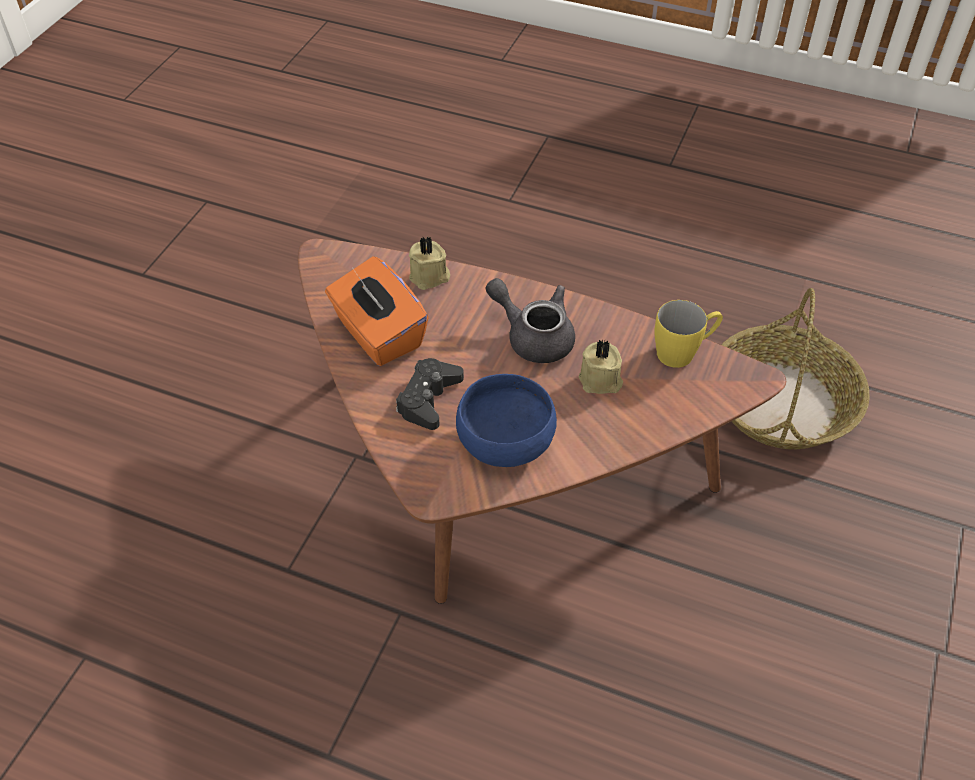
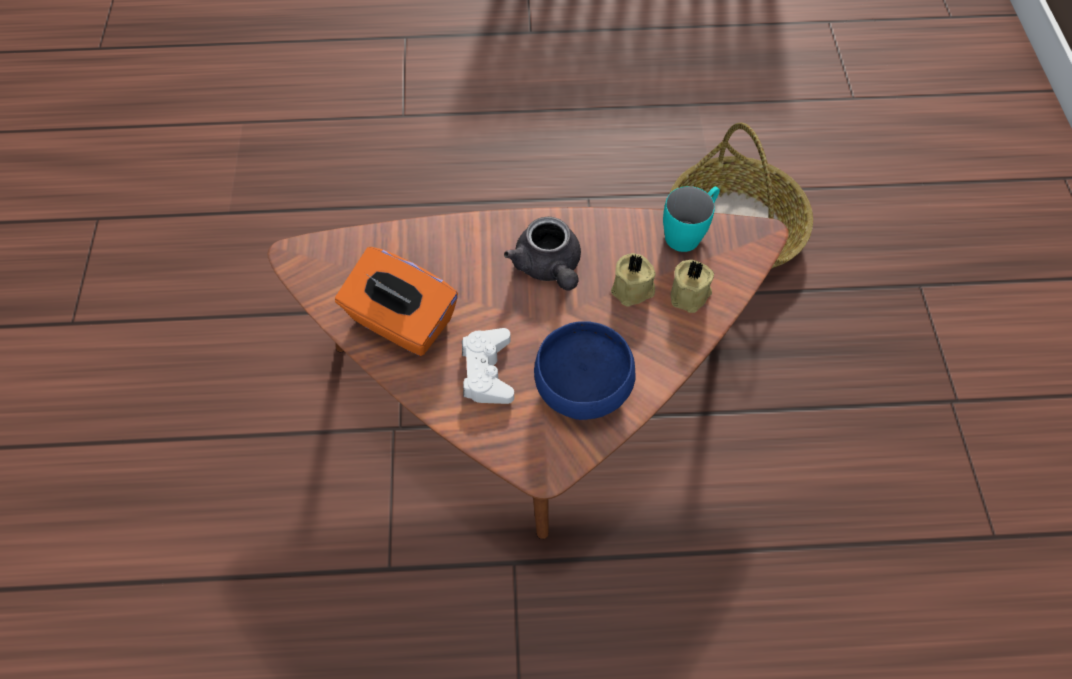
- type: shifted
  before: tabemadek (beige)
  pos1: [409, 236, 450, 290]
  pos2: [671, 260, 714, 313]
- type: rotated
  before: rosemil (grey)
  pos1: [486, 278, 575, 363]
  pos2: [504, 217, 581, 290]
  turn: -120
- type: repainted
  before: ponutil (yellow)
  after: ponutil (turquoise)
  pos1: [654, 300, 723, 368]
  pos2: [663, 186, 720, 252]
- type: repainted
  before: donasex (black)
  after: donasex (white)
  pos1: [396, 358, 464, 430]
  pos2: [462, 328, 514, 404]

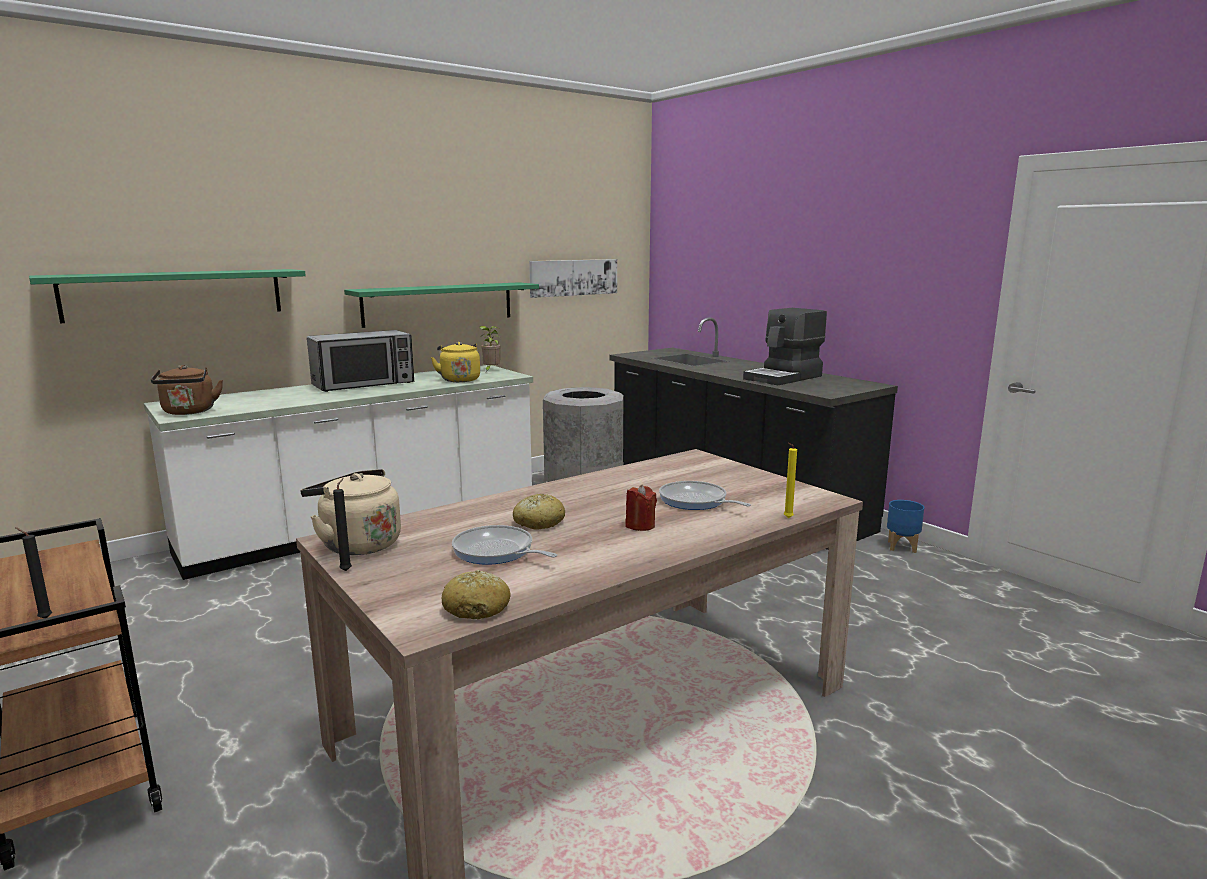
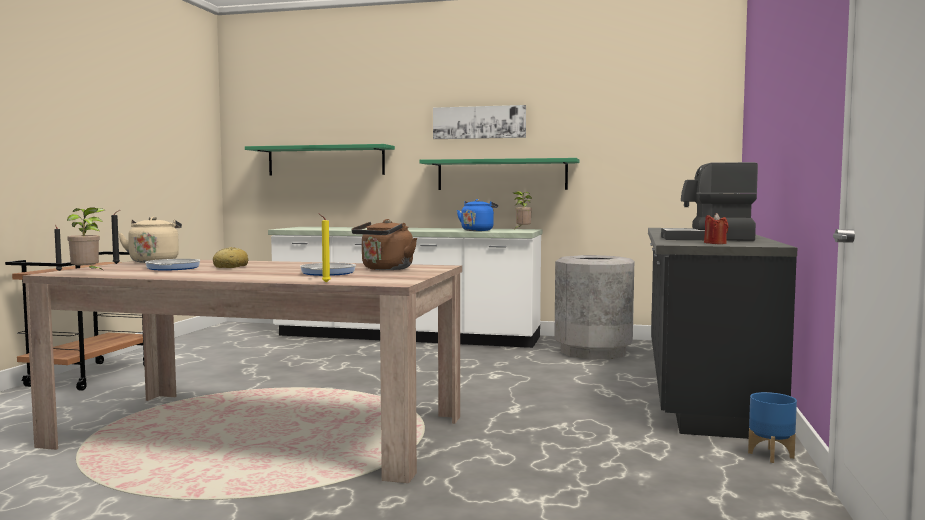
- type: shifted
  before: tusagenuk
  pos1: [529, 259, 617, 298]
  pos2: [433, 105, 526, 139]
- type: gone
  before: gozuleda
  pos1: [307, 330, 414, 392]
- type: repainted
  before: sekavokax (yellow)
  after: sekavokax (blue)
  pos1: [431, 342, 480, 382]
  pos2: [457, 199, 498, 231]
- type: shifted
  before: sekavokax (brown)
  pos1: [151, 365, 223, 415]
  pos2: [351, 219, 417, 270]
- type: shifted
  before: tabemadek (red)
  pos1: [625, 485, 657, 531]
  pos2: [704, 213, 728, 244]
- type: swapped
  before: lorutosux
  after: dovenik
  pos1: [441, 570, 510, 619]
  pos2: [67, 207, 106, 273]

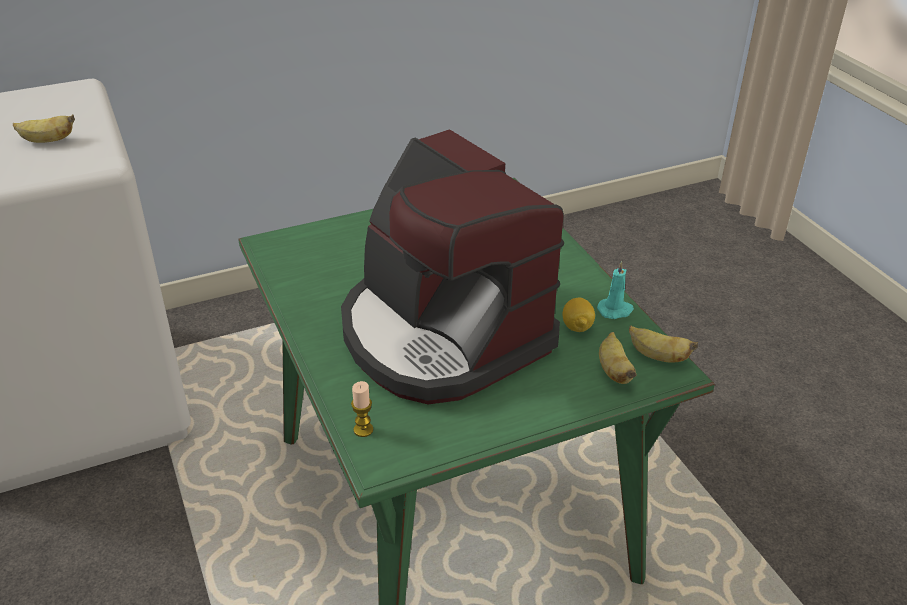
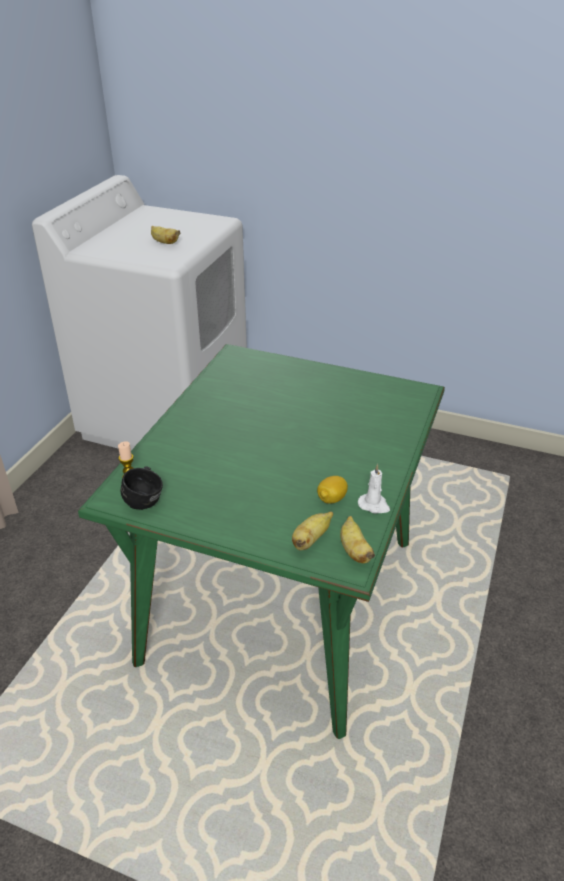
- type: gone
  before: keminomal
  pos1: [341, 129, 564, 404]
- type: repainted
  before: tabemadek (turquoise)
  after: tabemadek (white)
  pos1: [597, 261, 634, 319]
  pos2: [358, 464, 390, 514]
- type: new
  after: ponutil (black)
  pos2: [121, 466, 163, 510]

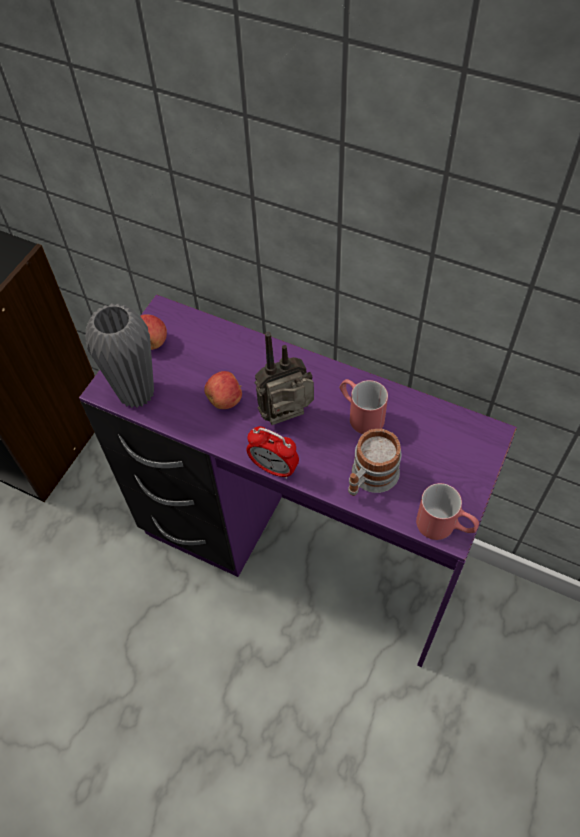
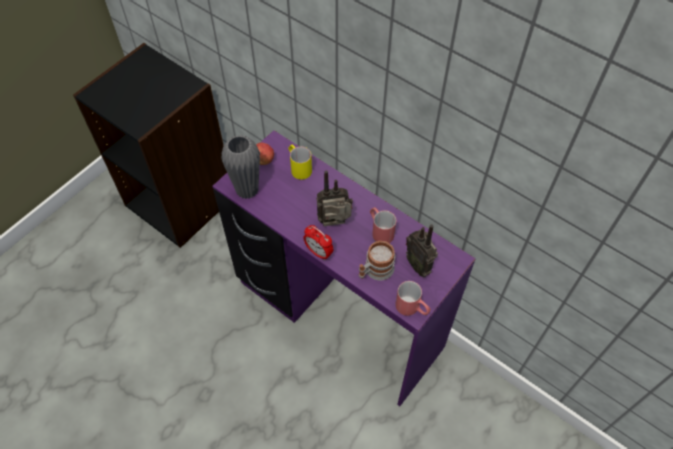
- type: gone
  before: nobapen
  pos1: [204, 371, 242, 409]
- type: new
  after: ponutil (yellow)
  pos2: [288, 144, 312, 180]
- type: new
  after: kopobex
  pos2: [406, 224, 438, 277]

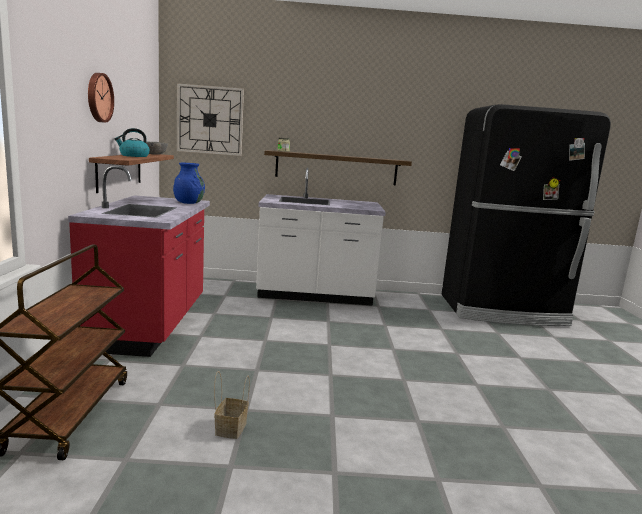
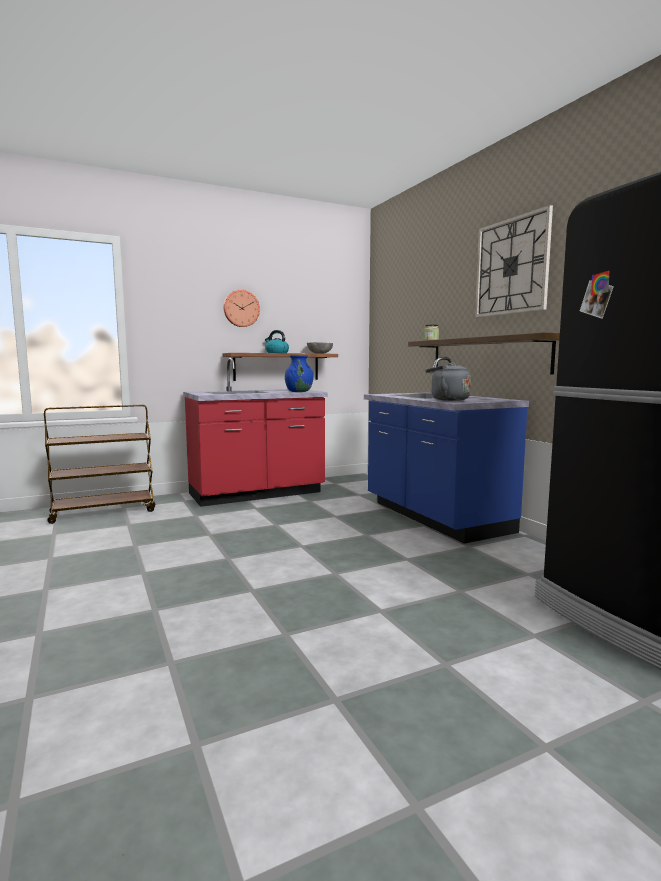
- type: shifted
  before: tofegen
  pos1: [177, 83, 244, 156]
  pos2: [475, 205, 553, 317]
- type: repainted
  before: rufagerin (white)
  after: rufagerin (blue)
  pos1: [256, 168, 386, 306]
  pos2: [364, 357, 529, 544]
- type: gone
  before: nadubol
  pos1: [214, 371, 250, 439]
- type: new
  after: sekavokax (grey)
  pos2: [426, 362, 471, 401]

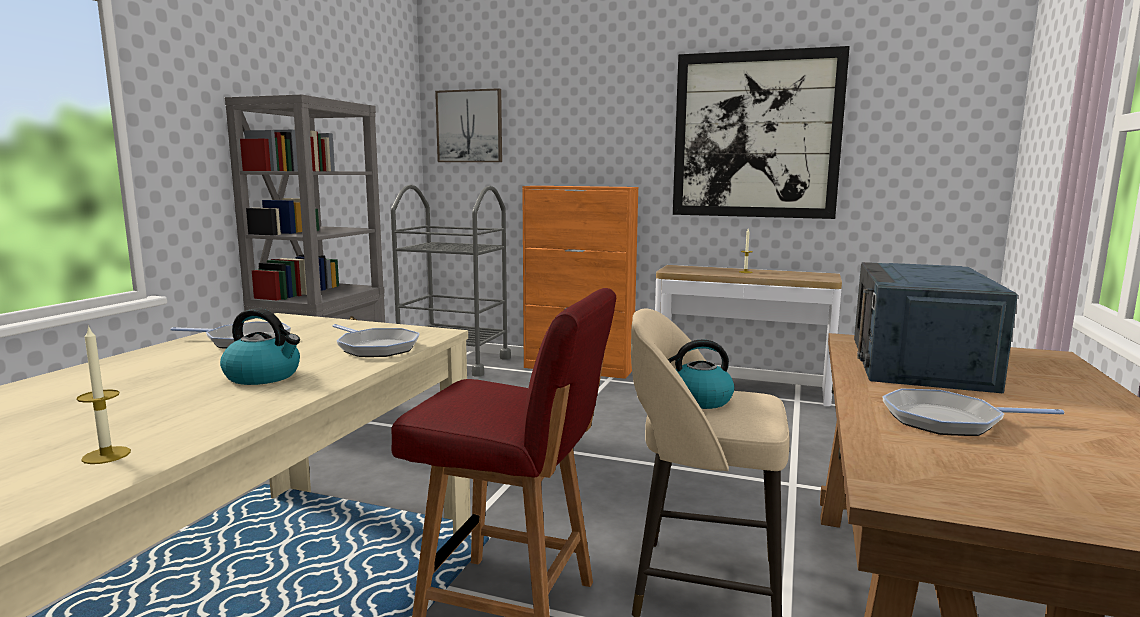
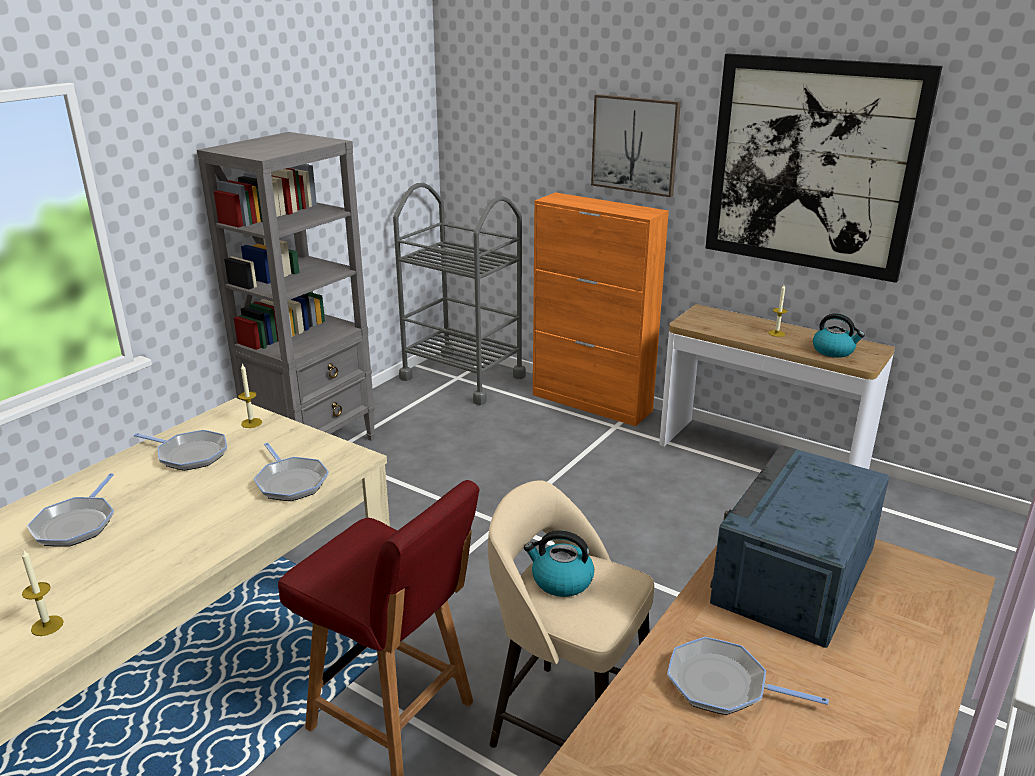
- type: shifted
  before: tusagenuk
  pos1: [435, 88, 502, 162]
  pos2: [591, 94, 681, 197]
- type: shifted
  before: sekavokax
  pos1: [220, 308, 300, 385]
  pos2: [813, 313, 865, 358]
- type: new
  after: tabemadek
  pos2: [238, 363, 262, 428]
- type: new
  after: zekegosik
  pos2: [27, 473, 114, 547]

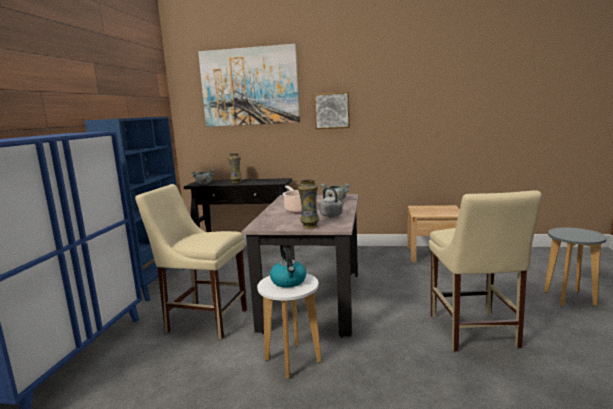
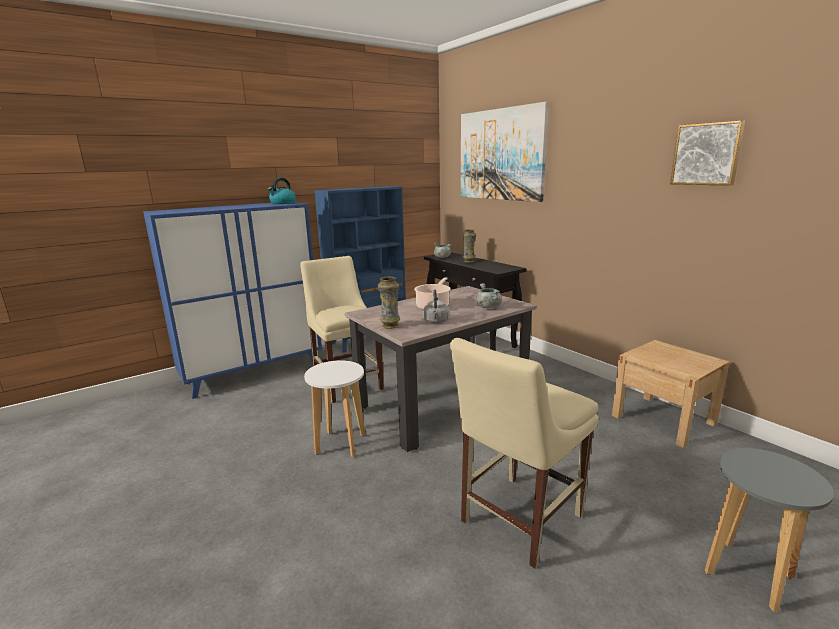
- type: shifted
  before: tusagenuk
  pos1: [314, 92, 350, 129]
  pos2: [670, 120, 745, 186]
- type: shifted
  before: sekavokax
  pos1: [270, 248, 306, 288]
  pos2: [268, 178, 296, 204]

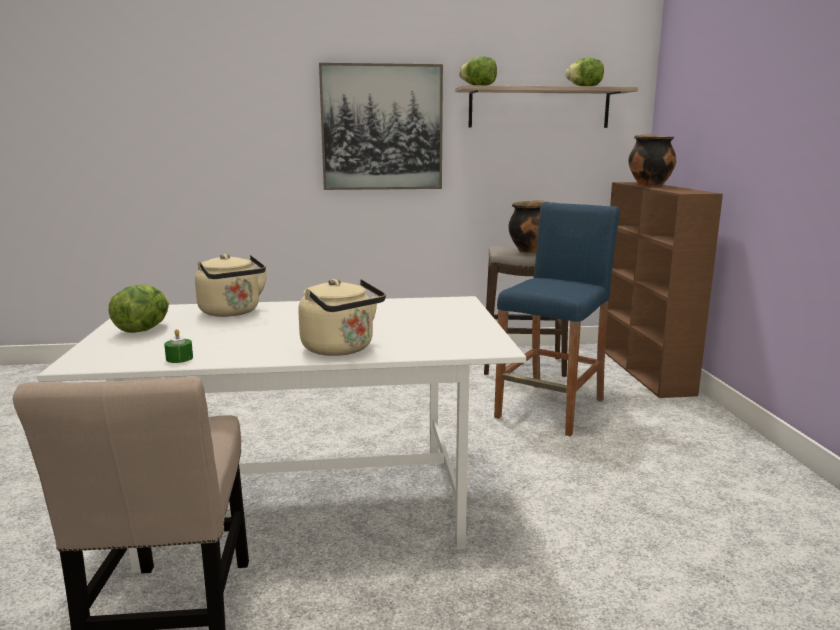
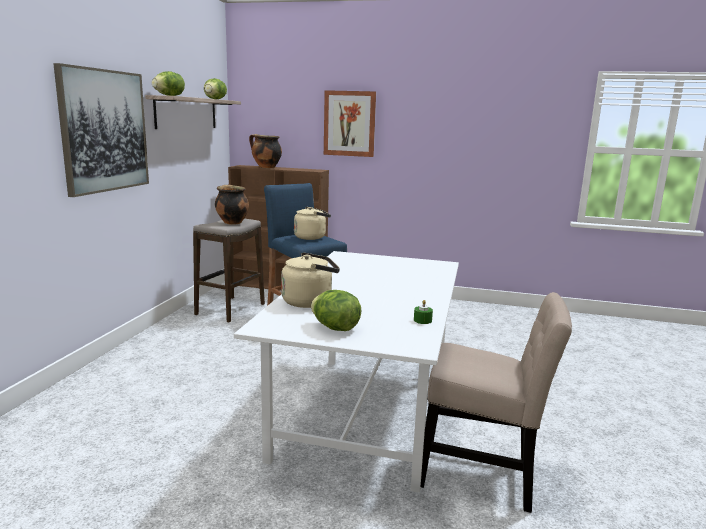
- type: shifted
  before: sekavokax (beige)
  pos1: [298, 279, 386, 356]
  pos2: [294, 207, 331, 240]
- type: new
  after: tusagenuk
  pos2: [324, 90, 376, 157]

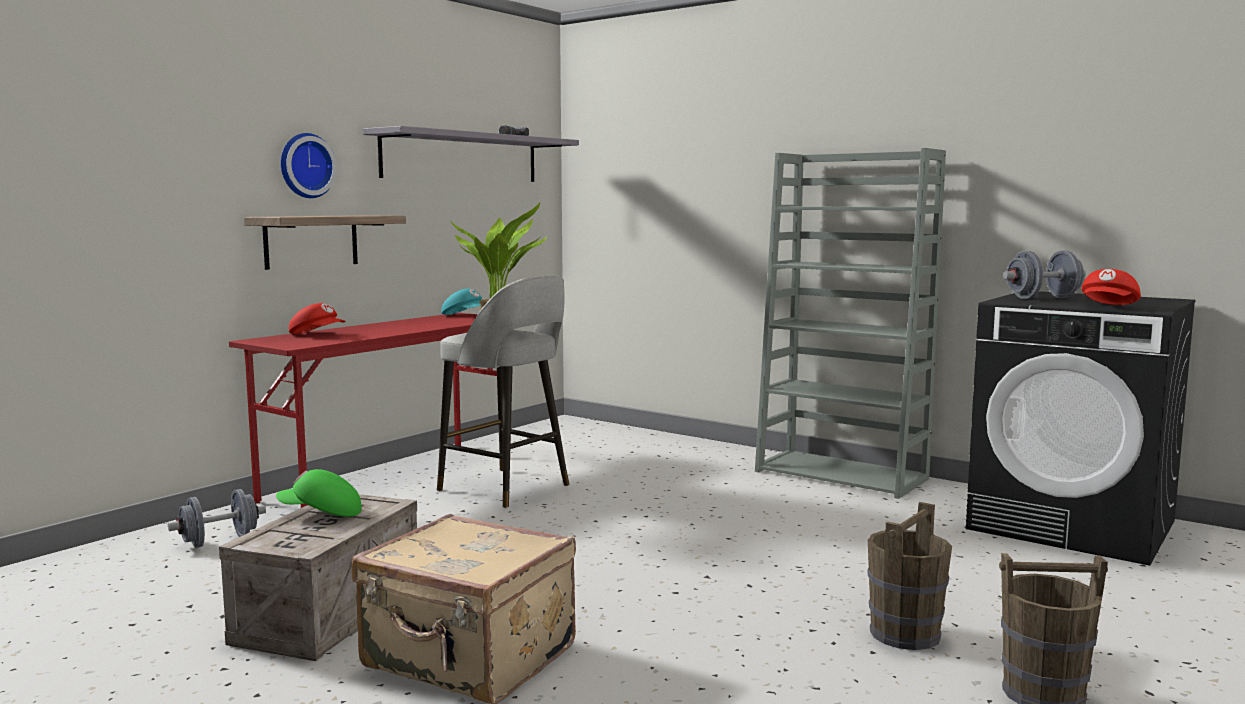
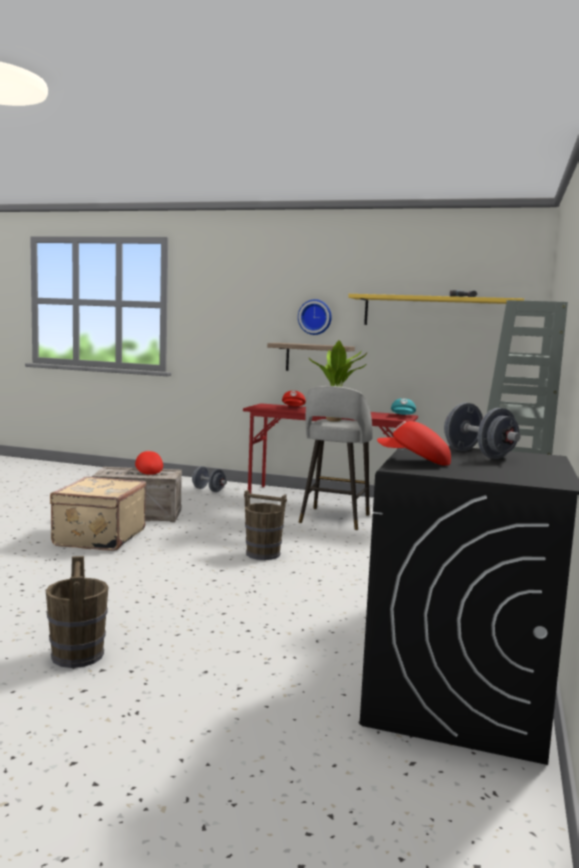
- type: repainted
  before: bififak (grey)
  after: bififak (yellow)
  pos1: [363, 126, 579, 182]
  pos2: [348, 294, 524, 325]
- type: repainted
  before: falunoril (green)
  after: falunoril (red)
  pos1: [276, 469, 362, 517]
  pos2: [135, 451, 163, 475]
- type: shifted
  before: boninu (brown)
  pos1: [867, 502, 952, 650]
  pos2: [244, 490, 287, 560]

